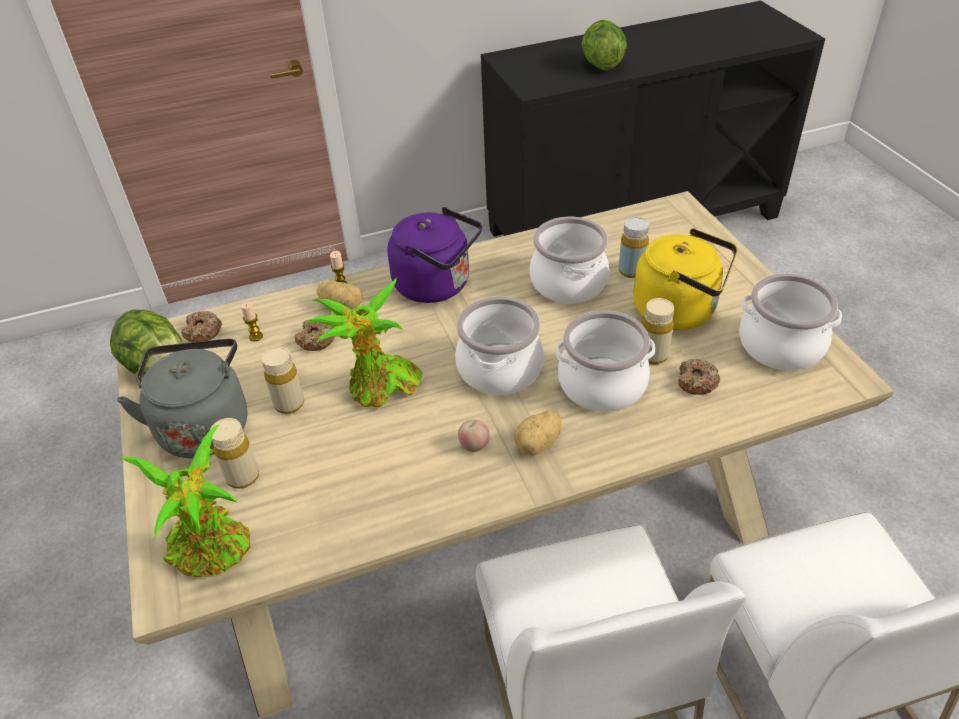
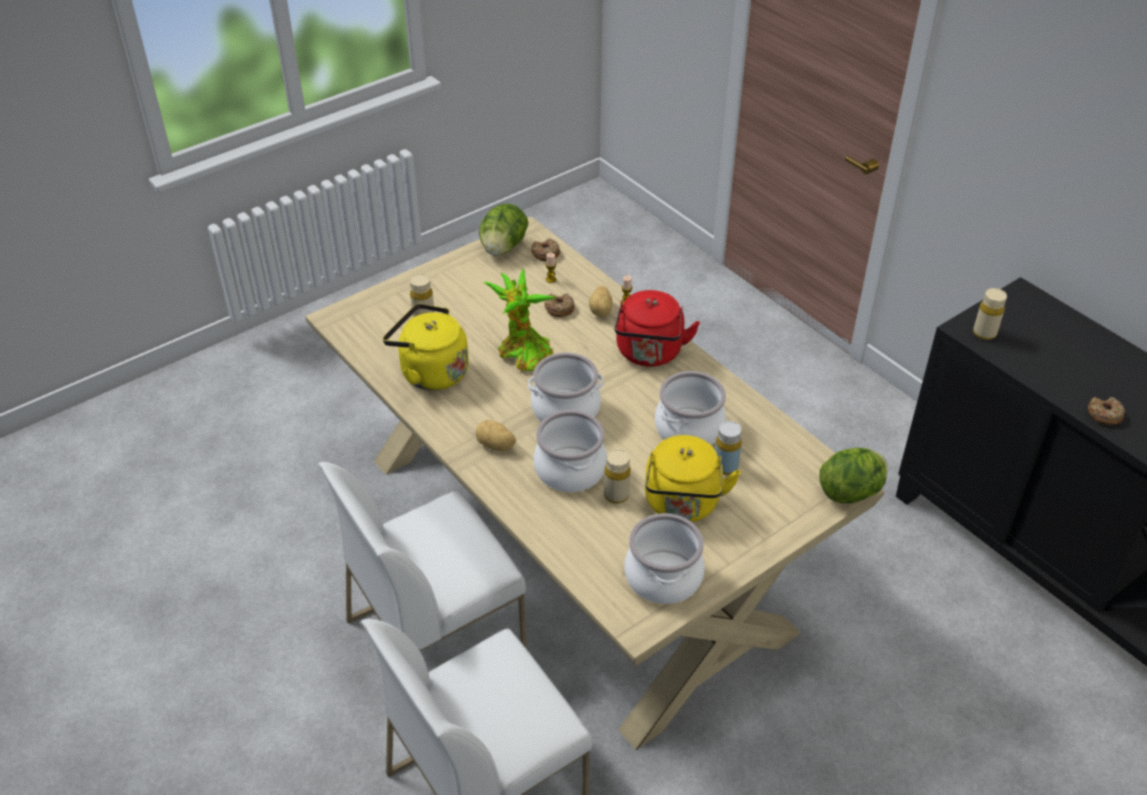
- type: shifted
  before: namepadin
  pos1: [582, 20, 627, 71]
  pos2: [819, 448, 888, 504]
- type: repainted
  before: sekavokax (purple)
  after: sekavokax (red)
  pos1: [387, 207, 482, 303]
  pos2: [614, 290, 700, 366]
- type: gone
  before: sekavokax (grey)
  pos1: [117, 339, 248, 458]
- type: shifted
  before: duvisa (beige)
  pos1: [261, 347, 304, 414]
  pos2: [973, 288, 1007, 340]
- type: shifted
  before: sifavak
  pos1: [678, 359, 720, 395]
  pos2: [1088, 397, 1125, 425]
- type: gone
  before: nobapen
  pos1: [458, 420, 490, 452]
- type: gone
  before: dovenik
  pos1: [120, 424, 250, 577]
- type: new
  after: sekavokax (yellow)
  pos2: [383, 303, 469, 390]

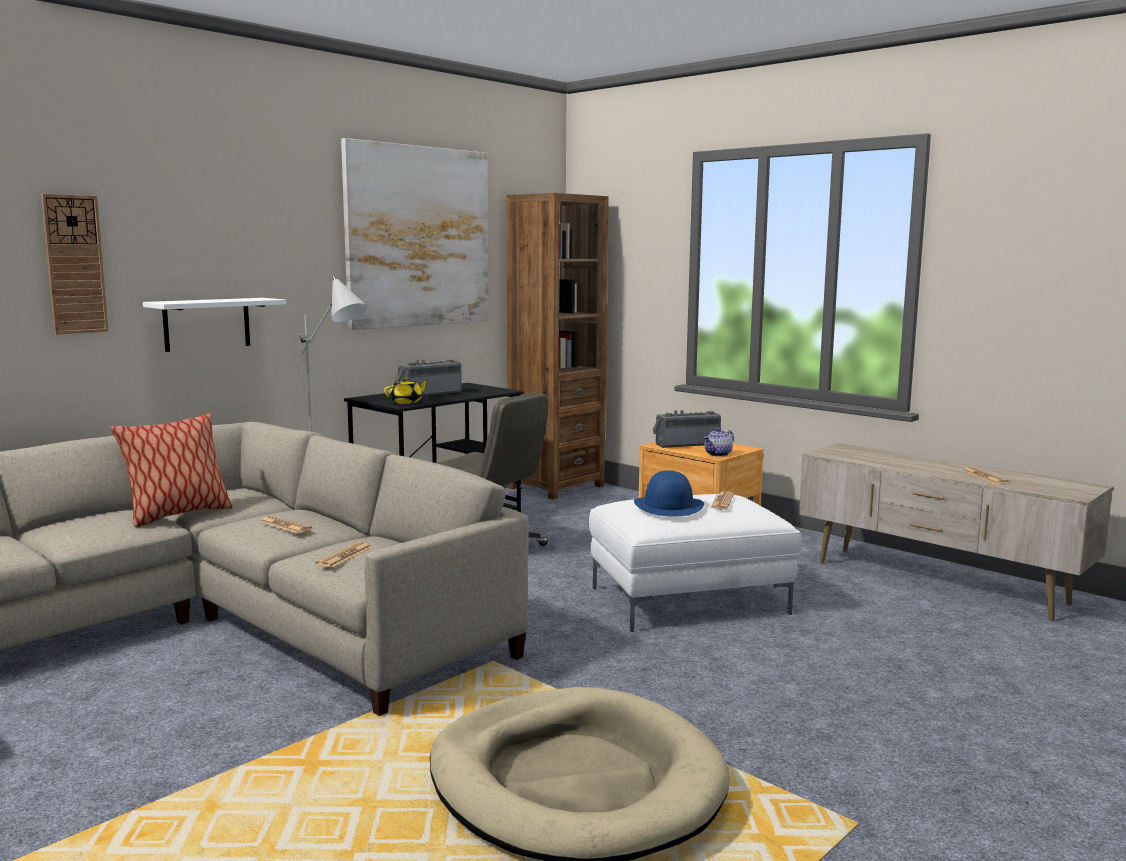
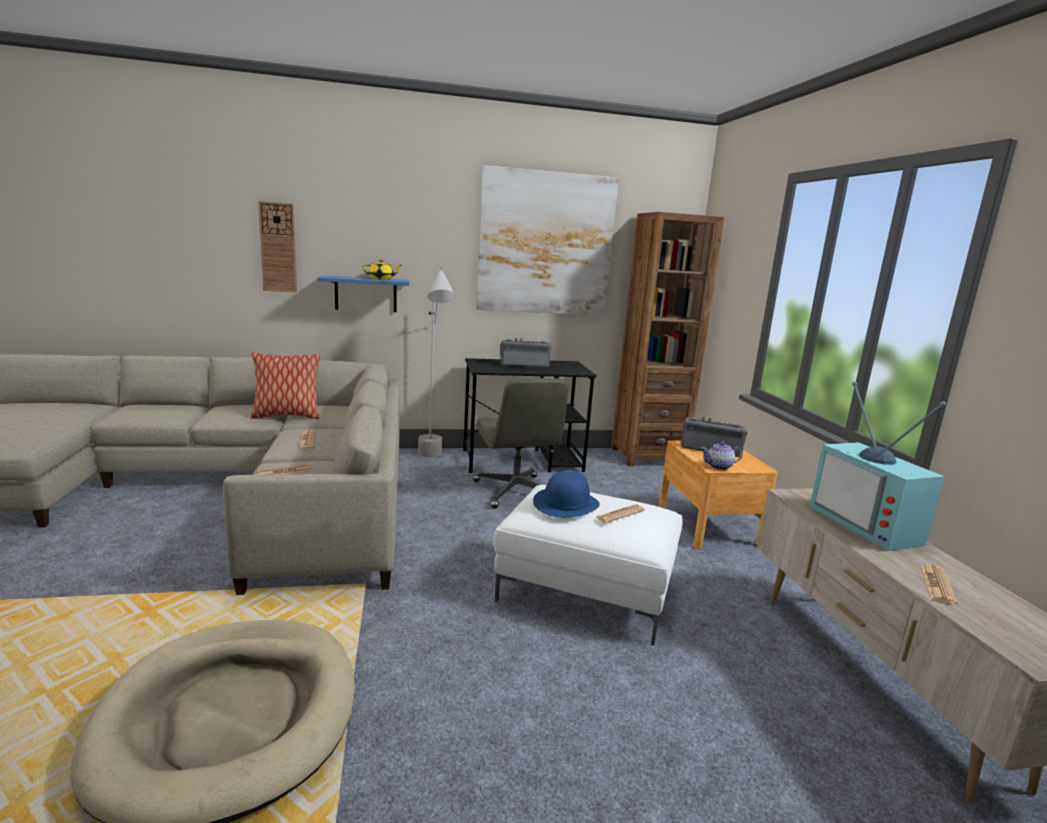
- type: repainted
  before: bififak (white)
  after: bififak (blue)
  pos1: [143, 298, 286, 352]
  pos2: [317, 275, 409, 312]
- type: shifted
  before: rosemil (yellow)
  pos1: [384, 377, 429, 404]
  pos2: [362, 259, 401, 280]
- type: new
  after: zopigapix
  pos2: [810, 382, 946, 551]

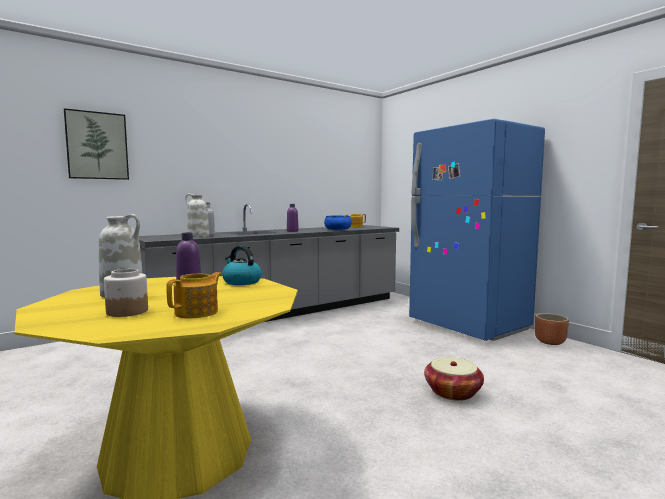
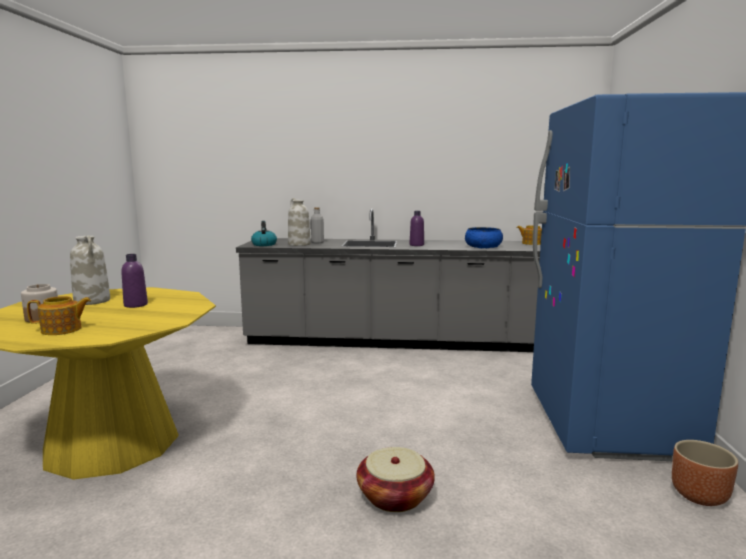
- type: gone
  before: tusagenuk
  pos1: [64, 108, 129, 180]
- type: shifted
  before: sekavokax
  pos1: [222, 246, 262, 285]
  pos2: [251, 221, 277, 246]

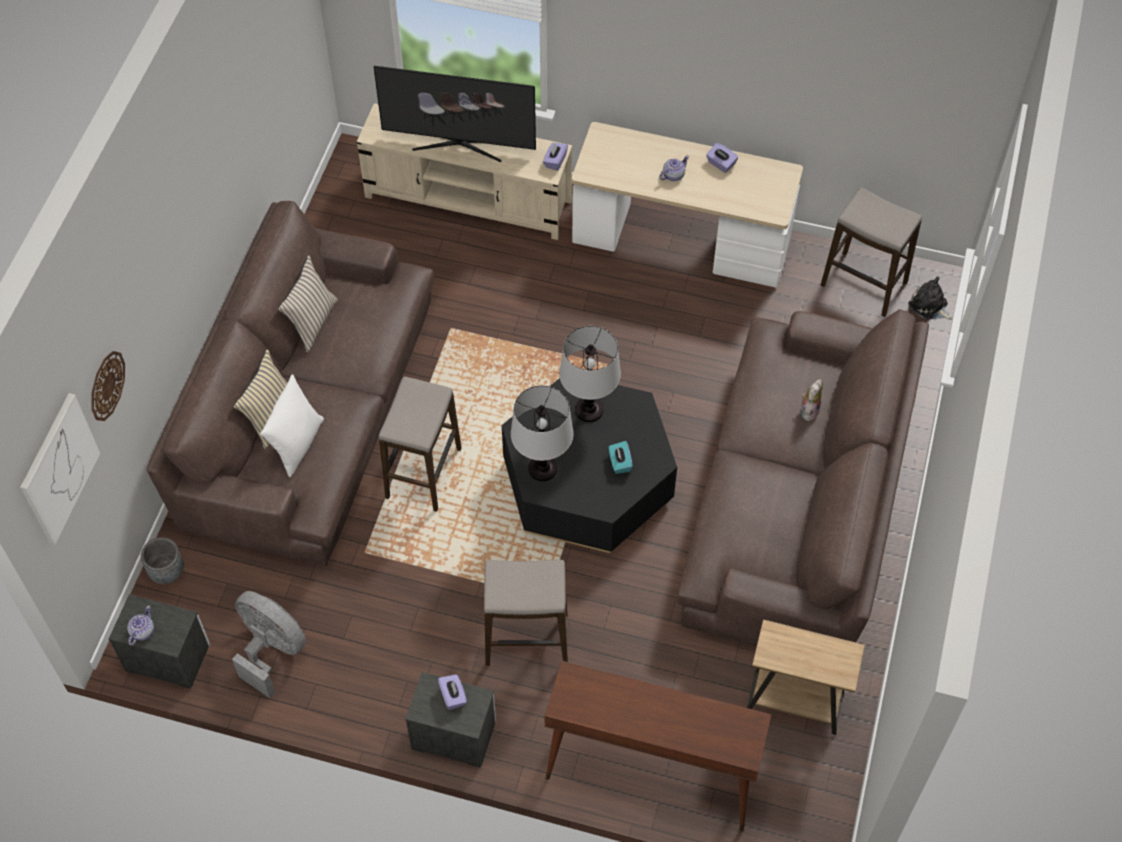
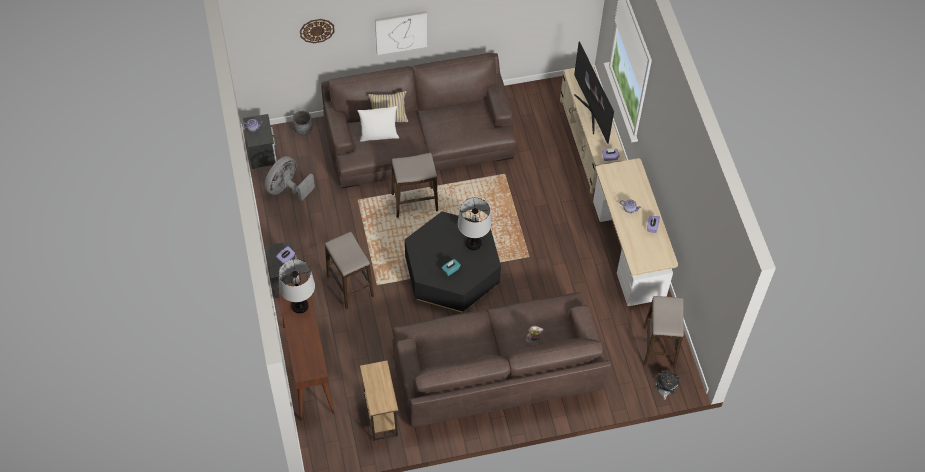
- type: gone
  before: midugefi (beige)
  pos1: [278, 255, 338, 352]
- type: shifted
  before: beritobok
  pos1: [511, 385, 574, 481]
  pos2: [279, 259, 315, 313]
- type: shifted
  before: tusagenuk
  pos1: [20, 393, 100, 544]
  pos2: [375, 11, 427, 55]
- type: rotated
  before: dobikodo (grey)
  pos1: [232, 591, 306, 698]
  pos2: [265, 156, 315, 201]
  turn: -150

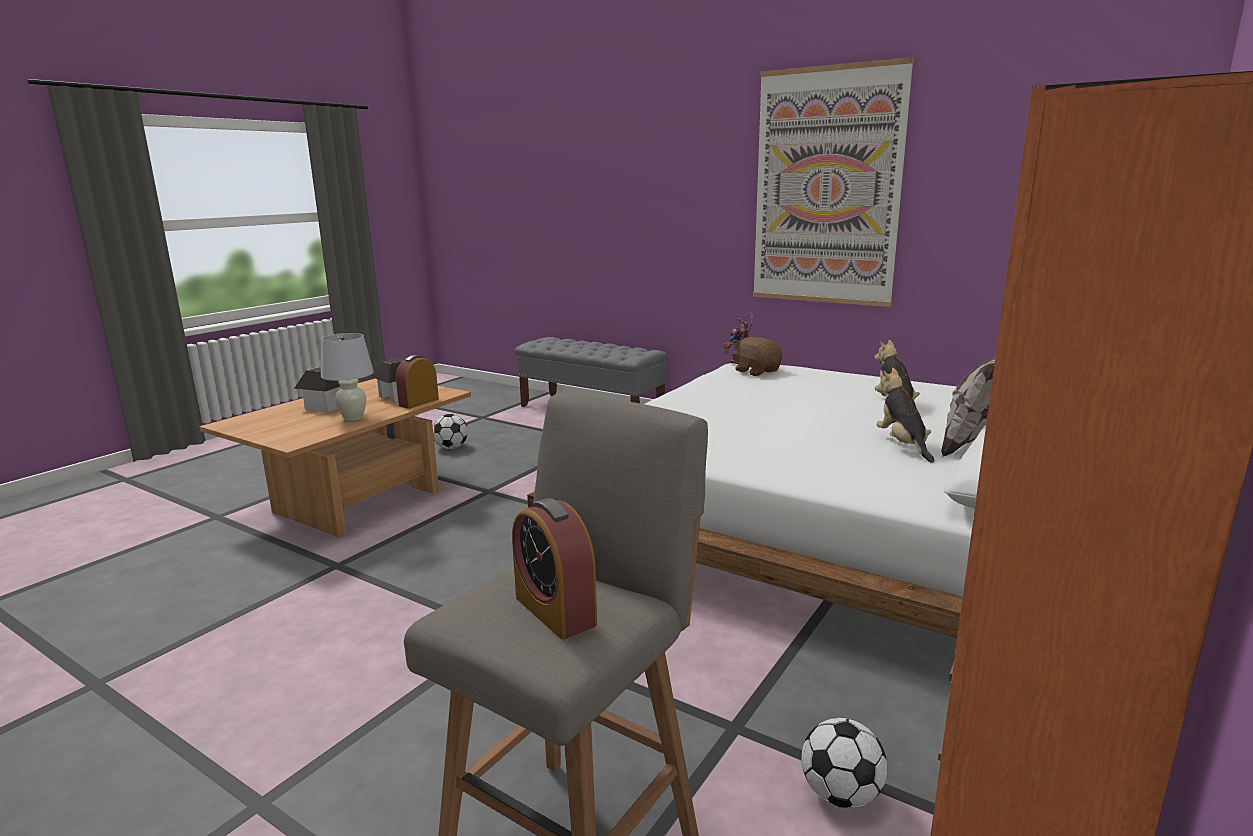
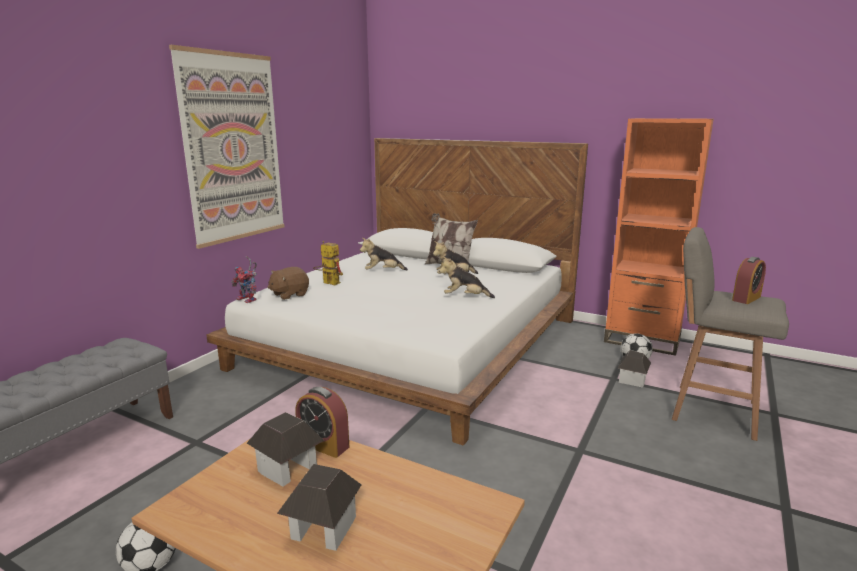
- type: gone
  before: beritobok (white)
  pos1: [321, 333, 374, 421]
- type: new
  after: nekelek
  pos2: [313, 241, 343, 286]
- type: new
  after: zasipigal
  pos2: [439, 257, 495, 298]
- type: new
  after: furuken
  pos2: [618, 350, 651, 388]

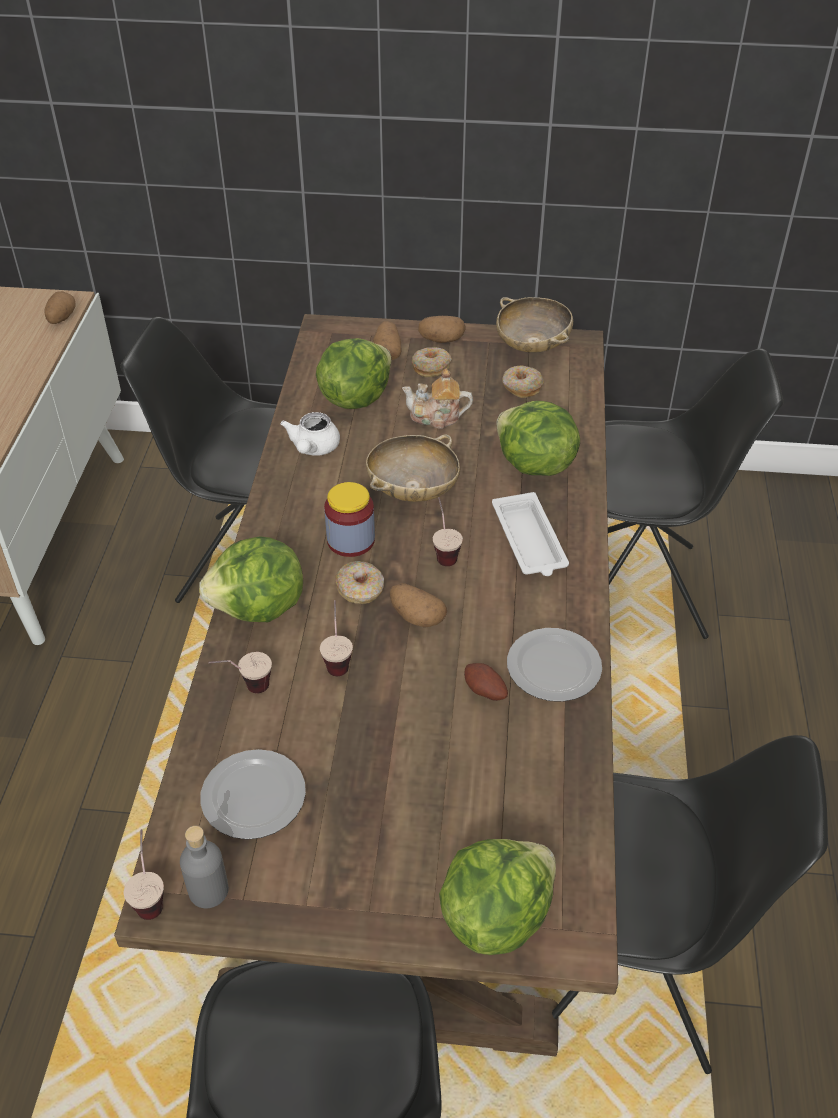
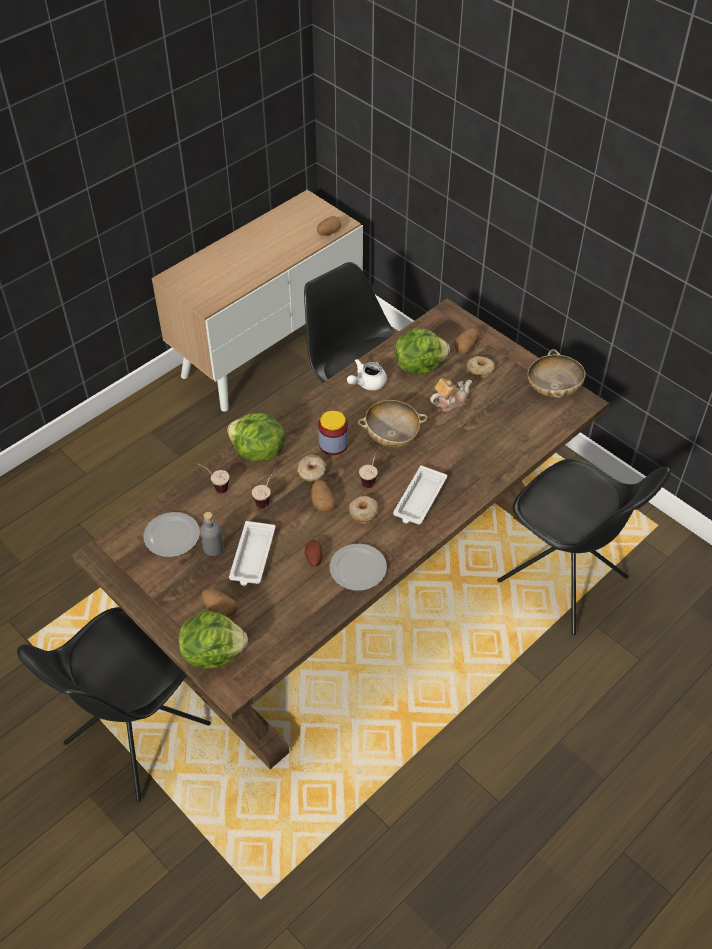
- type: shifted
  before: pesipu
  pos1: [418, 316, 466, 343]
  pos2: [202, 588, 238, 617]
- type: shifted
  before: sifavak
  pos1: [502, 365, 544, 398]
  pos2: [349, 496, 378, 524]
- type: rotated
  before: rosemil
  pos1: [402, 368, 473, 429]
  pos2: [430, 378, 472, 412]
  turn: 105
- type: gone
  before: namepadin
  pos1: [496, 401, 580, 476]
- type: gone
  before: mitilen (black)
  pos1: [552, 735, 828, 1074]
- type: shifted
  before: duvisa (grey)
  pos1: [180, 826, 229, 908]
  pos2: [200, 512, 224, 556]
- type: gone
  before: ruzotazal
  pos1: [124, 829, 164, 920]
- type: new
  after: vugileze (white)
  pos2: [229, 521, 275, 586]

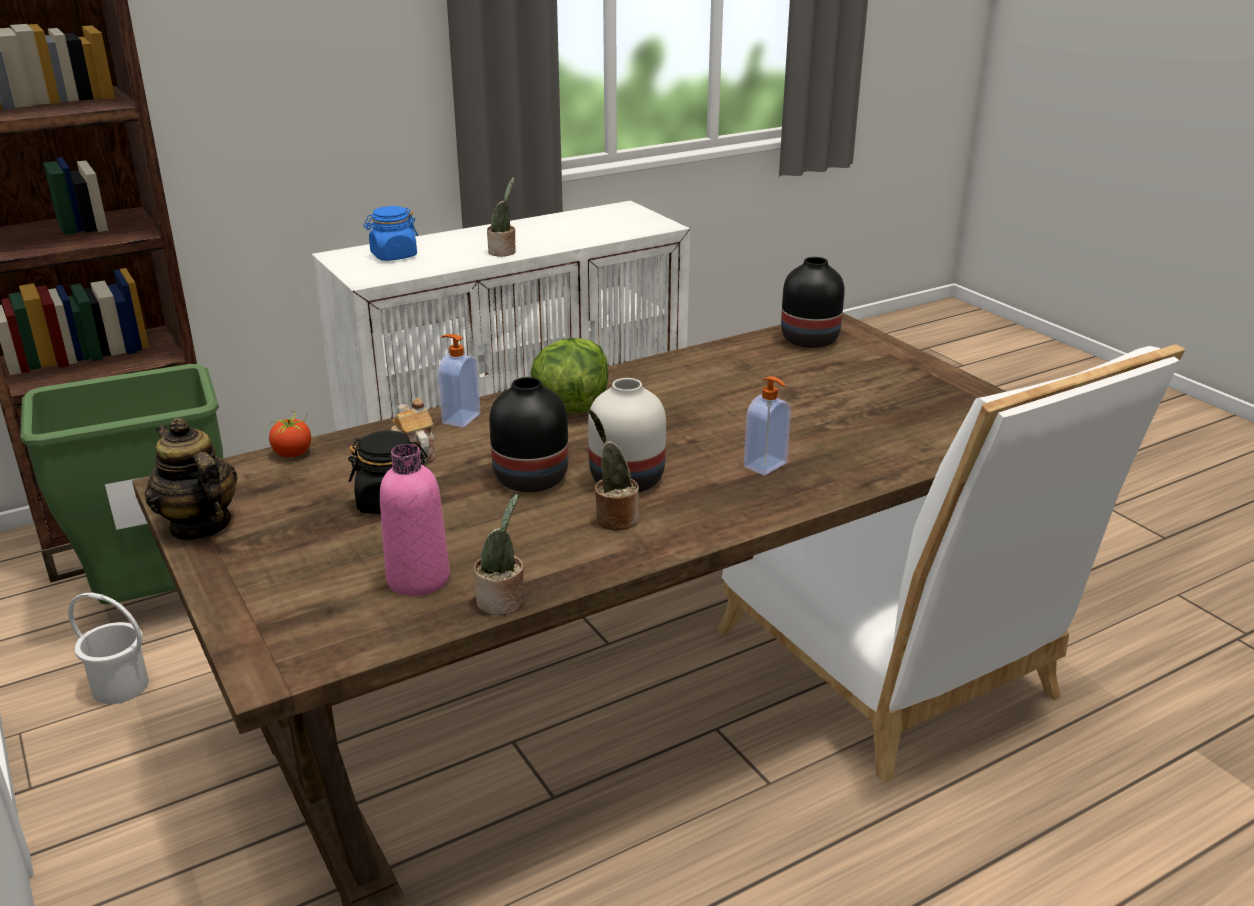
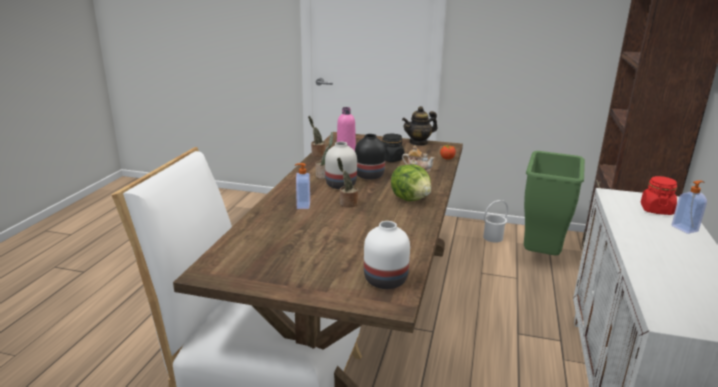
- type: shifted
  before: dovenik
  pos1: [487, 177, 516, 257]
  pos2: [337, 158, 358, 208]
- type: repainted
  before: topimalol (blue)
  after: topimalol (red)
  pos1: [364, 206, 418, 261]
  pos2: [641, 176, 677, 215]
- type: repainted
  before: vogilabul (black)
  after: vogilabul (white)
  pos1: [781, 257, 845, 348]
  pos2: [364, 221, 410, 289]
- type: shifted
  before: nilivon
  pos1: [438, 334, 480, 427]
  pos2: [672, 180, 707, 234]
- type: rotated
  before: rosemil
  pos1: [145, 417, 237, 541]
  pos2: [402, 106, 437, 146]
  turn: 150

